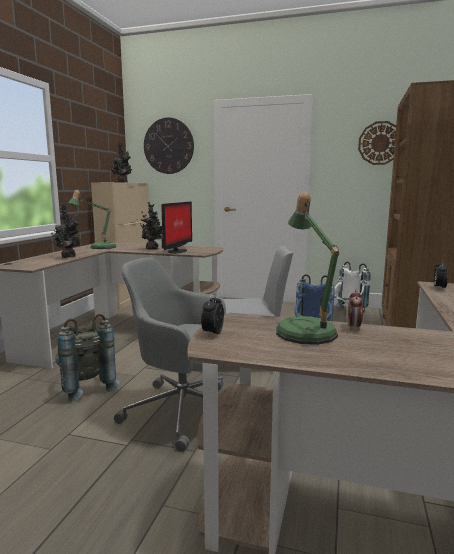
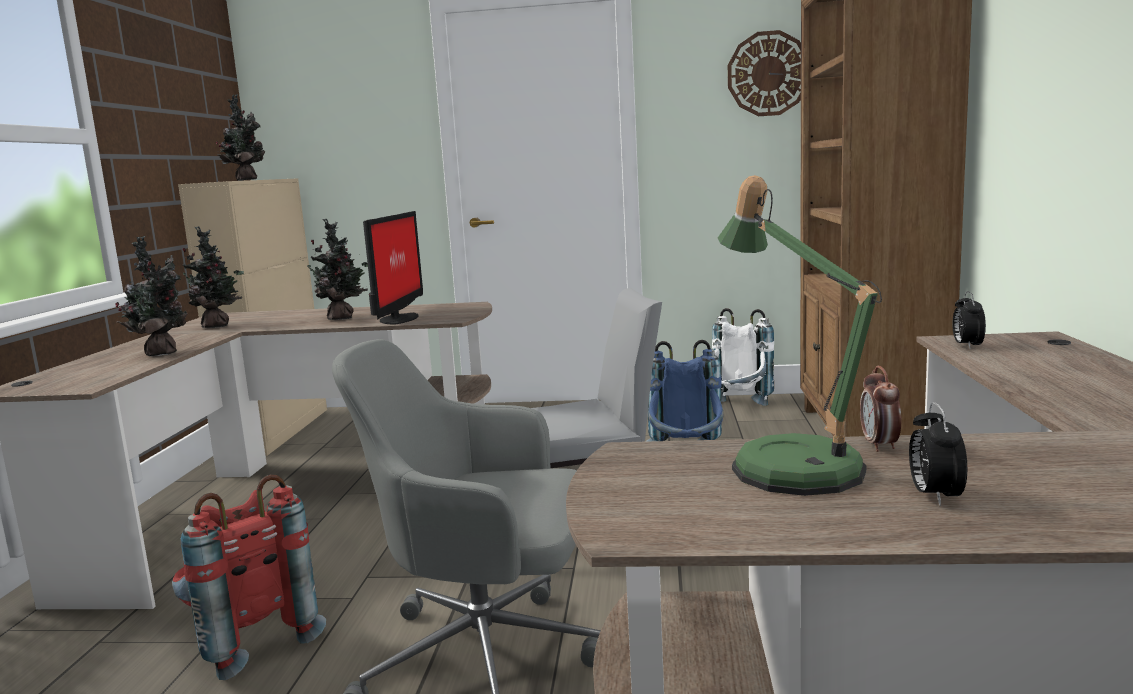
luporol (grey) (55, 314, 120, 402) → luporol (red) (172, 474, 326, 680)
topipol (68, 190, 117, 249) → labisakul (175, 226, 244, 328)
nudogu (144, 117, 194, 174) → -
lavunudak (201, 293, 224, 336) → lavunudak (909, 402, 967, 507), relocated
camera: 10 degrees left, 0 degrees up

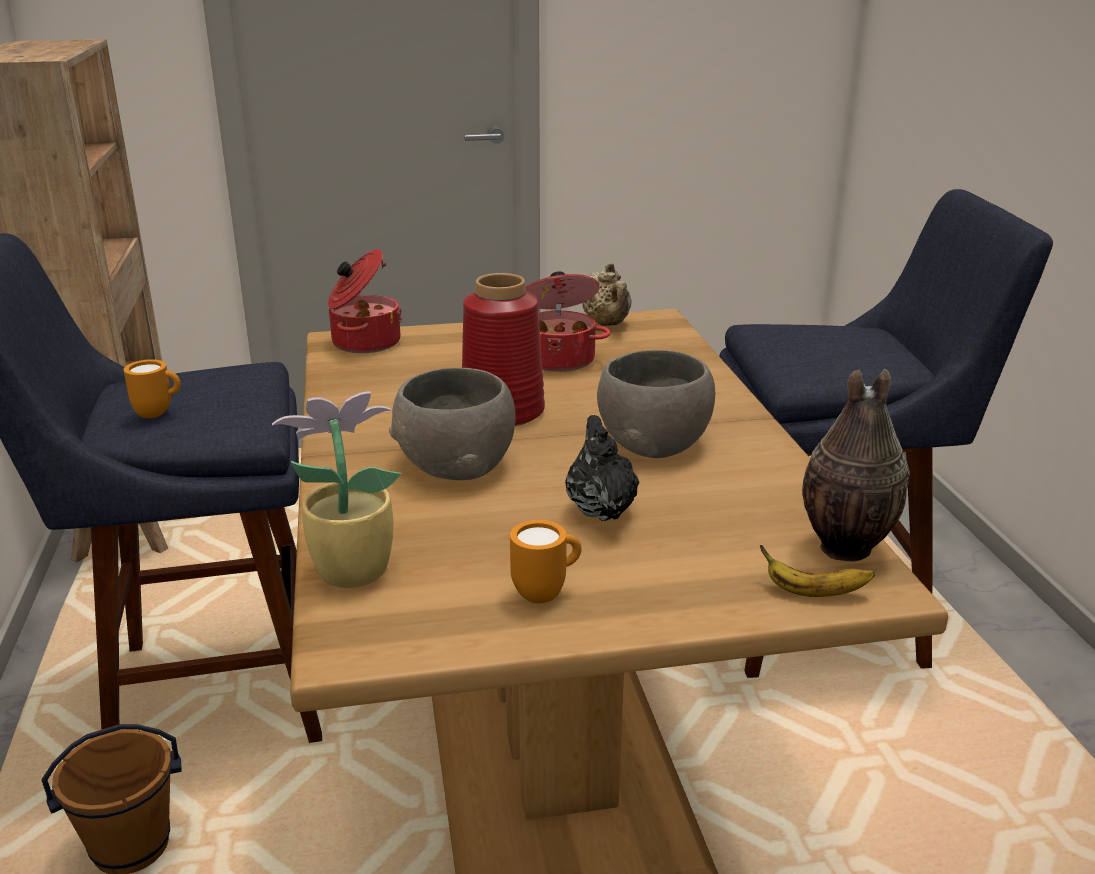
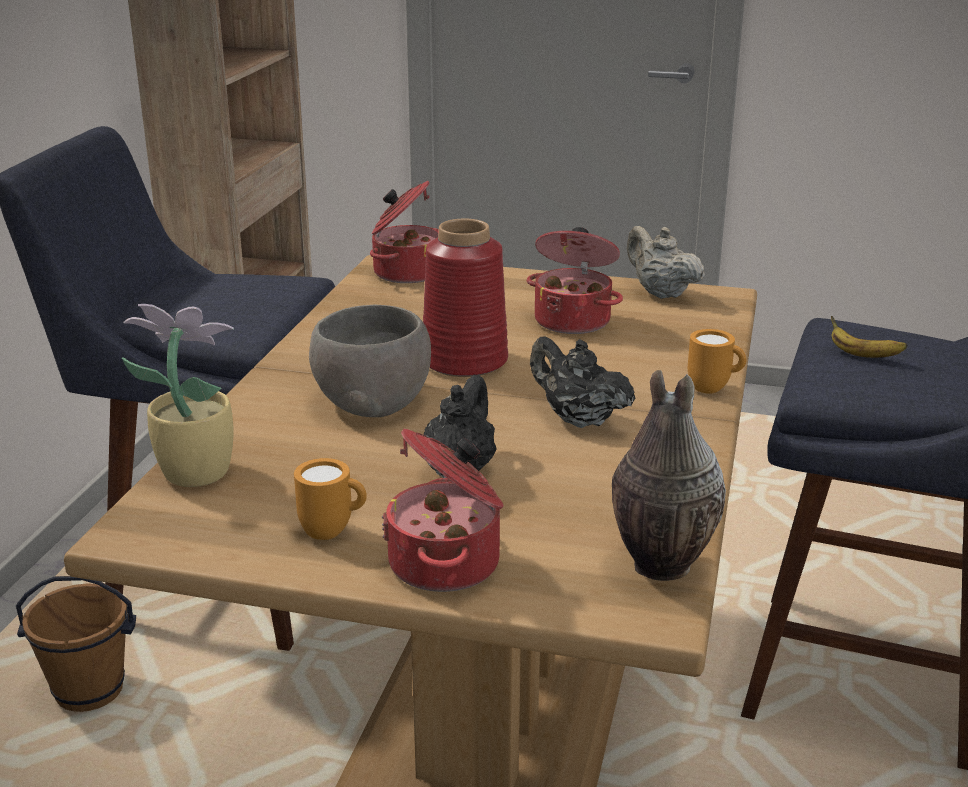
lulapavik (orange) (124, 359, 181, 418) → lulapavik (orange) (688, 329, 746, 394), relocated
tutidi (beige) (582, 263, 632, 326) → tutidi (beige) (627, 226, 705, 299), 135 degrees clockwise
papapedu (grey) (597, 350, 715, 458) → tutidi (black) (530, 337, 635, 428)
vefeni (760, 545, 875, 597) → vefeni (831, 316, 907, 358), relocated
- → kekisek (382, 429, 504, 592)
camera: 25 degrees right, 0 degrees up

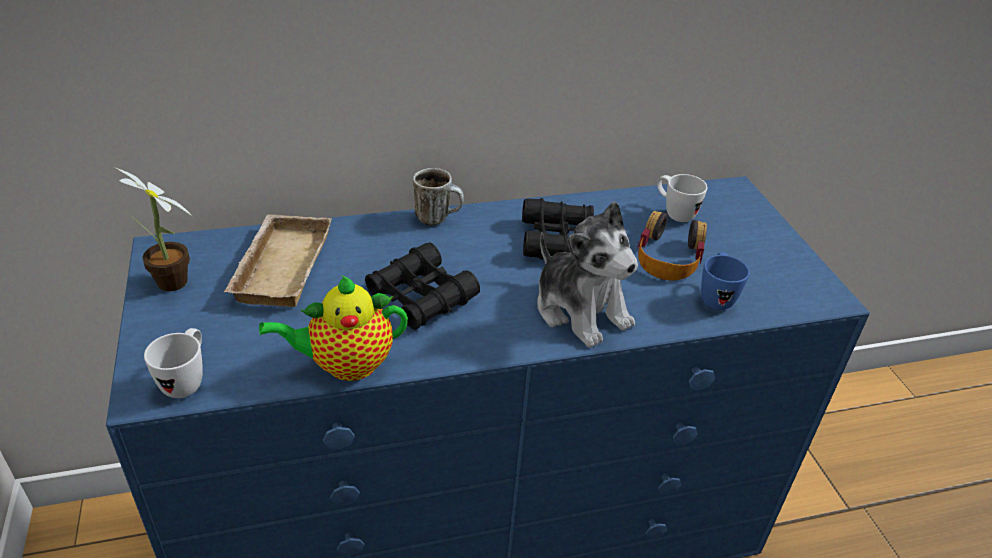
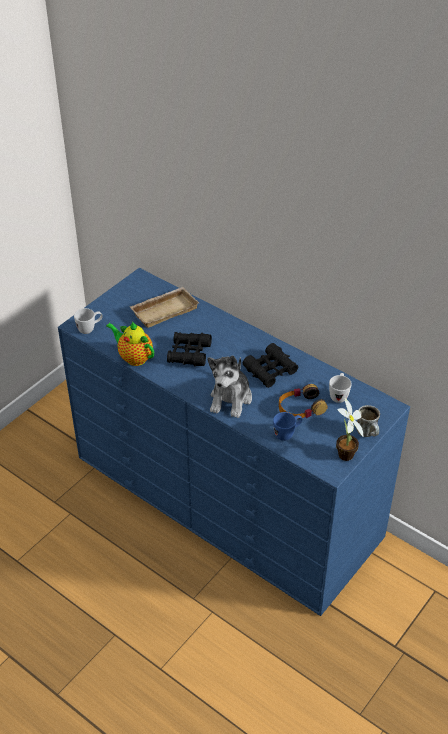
labisakul (114, 167, 192, 291) → labisakul (336, 398, 363, 461), relocated
lulapavik (413, 168, 464, 226) → lulapavik (356, 405, 380, 437), relocated
camera: 55 degrees right, 5 degrees up

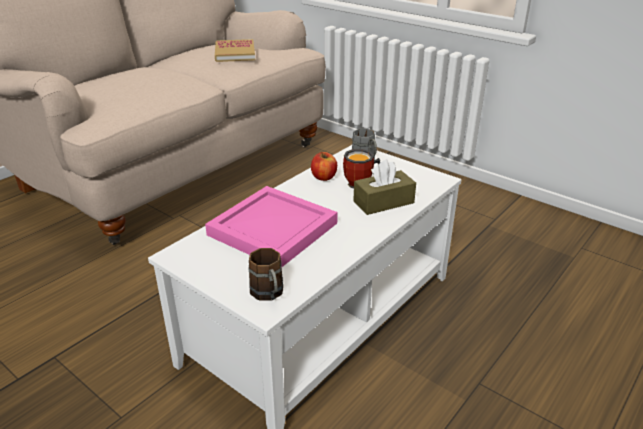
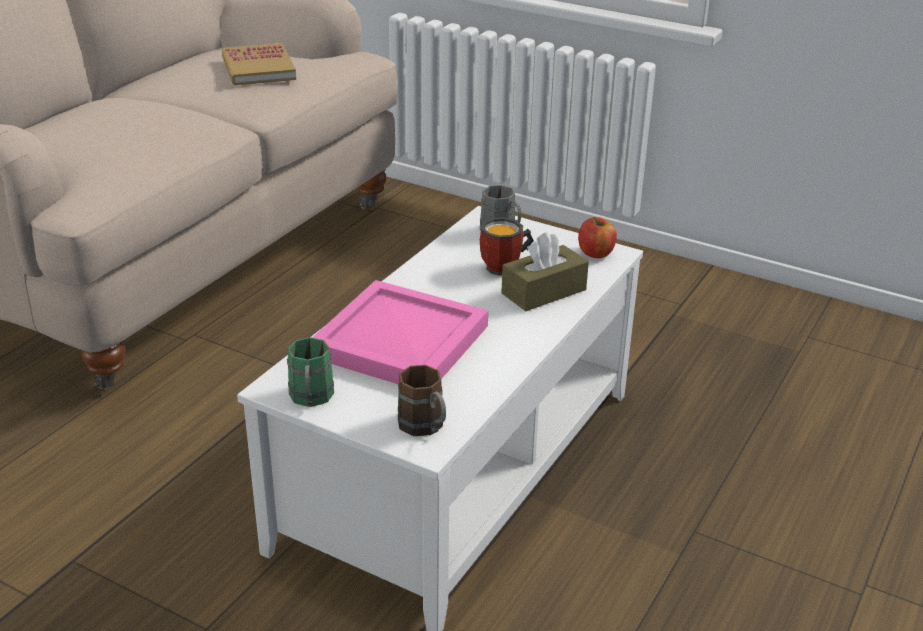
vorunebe (311, 152, 337, 181) → vorunebe (578, 217, 617, 258), relocated
- → lulapavik (green) (287, 337, 334, 407)
camera: 10 degrees left, 0 degrees up

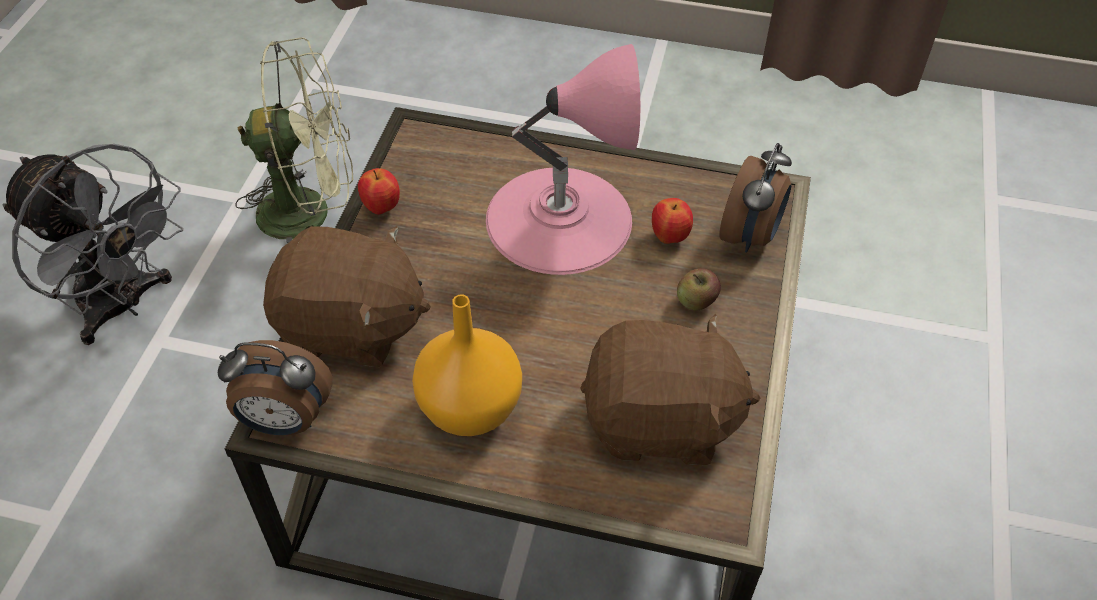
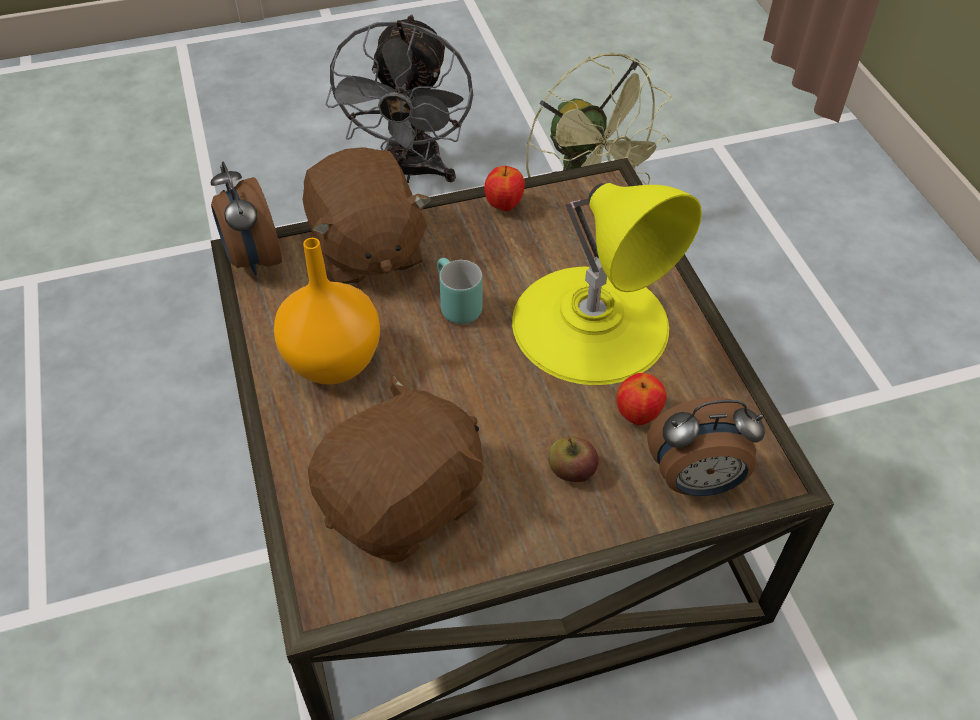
topipol (pink) (486, 44, 640, 275) → topipol (yellow) (512, 183, 702, 385)
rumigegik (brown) (580, 314, 760, 465) → rumigegik (brown) (308, 375, 484, 563), 105 degrees counterclockwise
- → lulapavik (turquoise) (437, 258, 483, 324)
camera: 60 degrees right, 0 degrees up

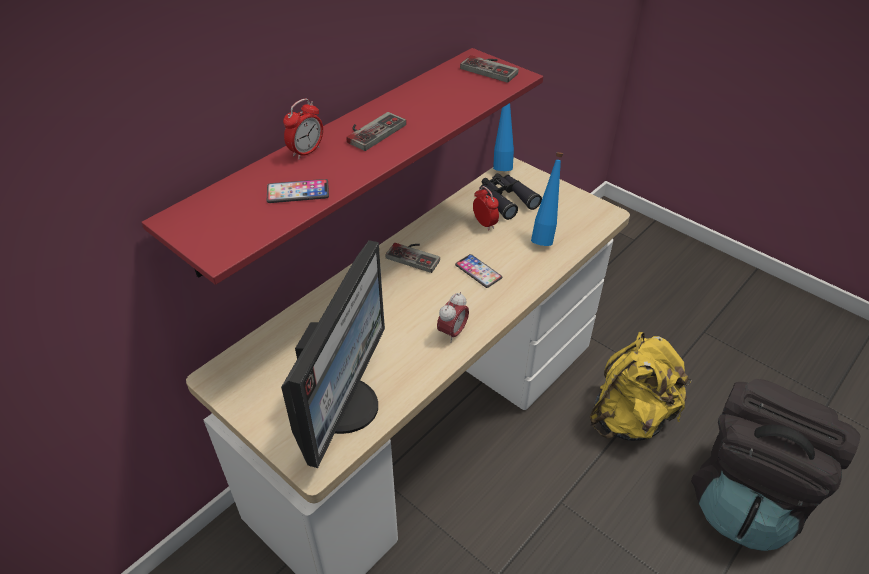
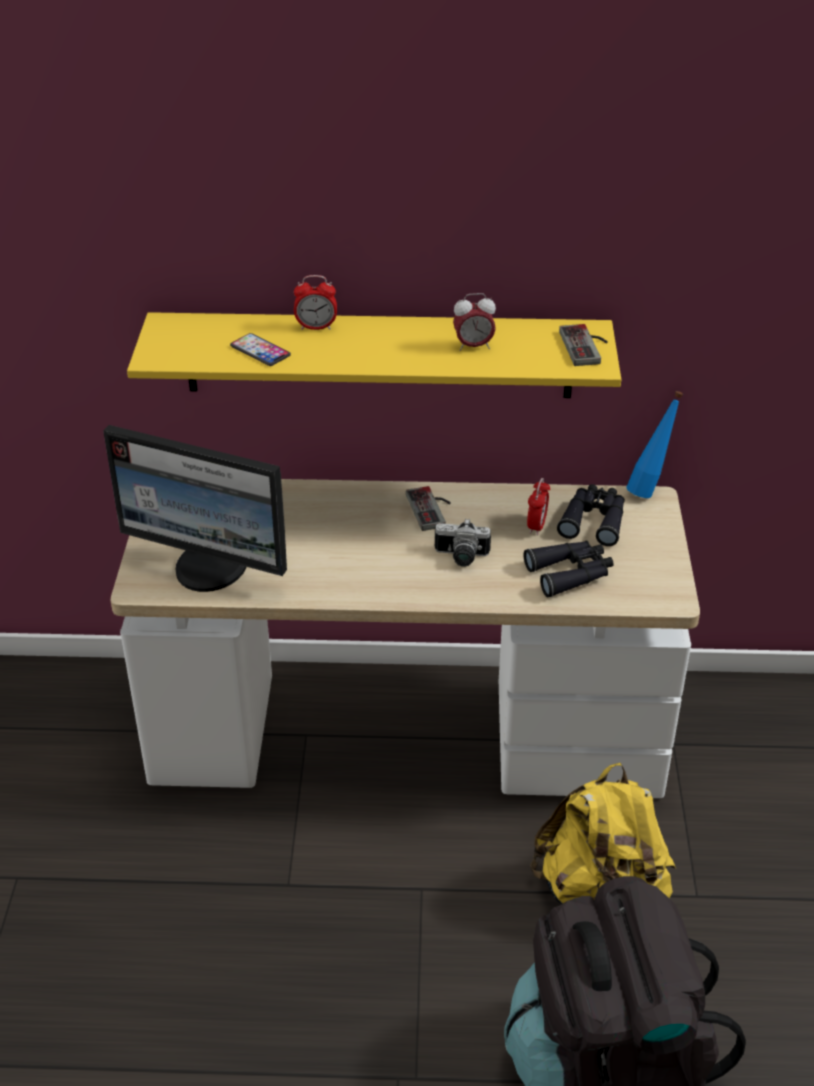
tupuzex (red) (141, 48, 543, 285) → tupuzex (yellow) (127, 312, 621, 398)
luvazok (281, 240, 385, 468) → luvazok (103, 425, 287, 592), 45 degrees clockwise
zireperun (346, 112, 406, 151) → -
lavunudak (437, 292, 469, 343) → lavunudak (453, 293, 496, 351), relocated
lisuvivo (455, 254, 502, 288) → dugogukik (435, 519, 491, 567)
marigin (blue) (531, 152, 563, 246) → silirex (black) (524, 540, 613, 597)
camera: 50 degrees right, 5 degrees down

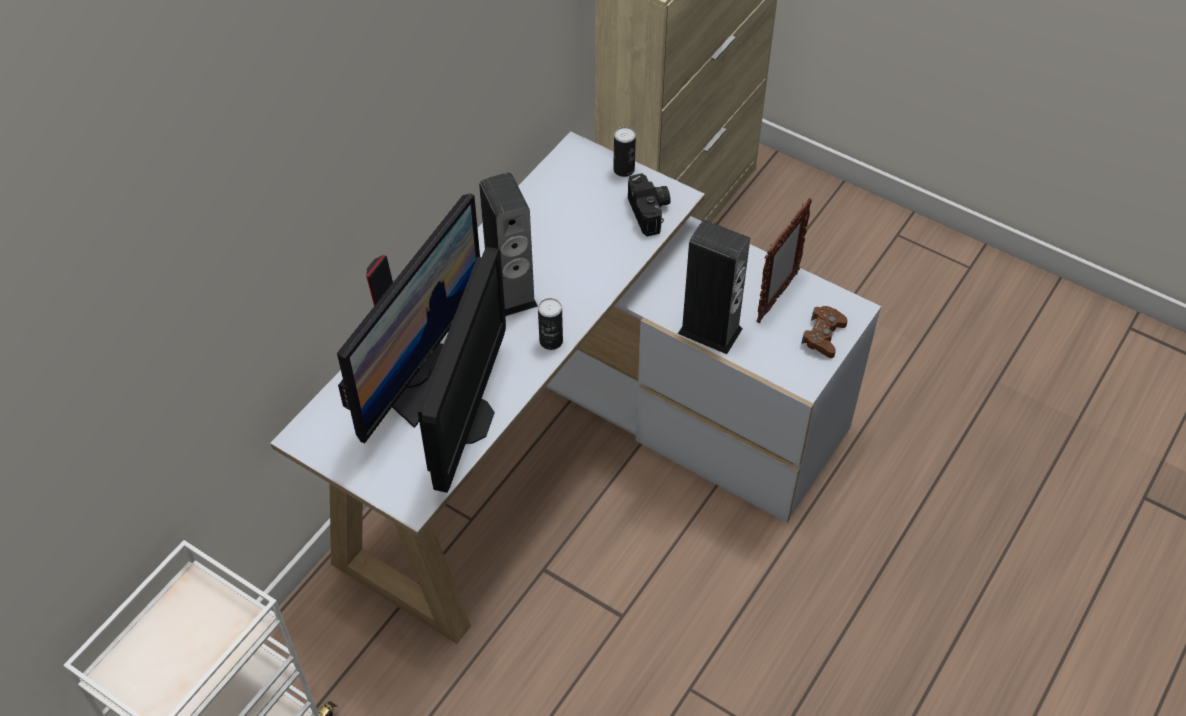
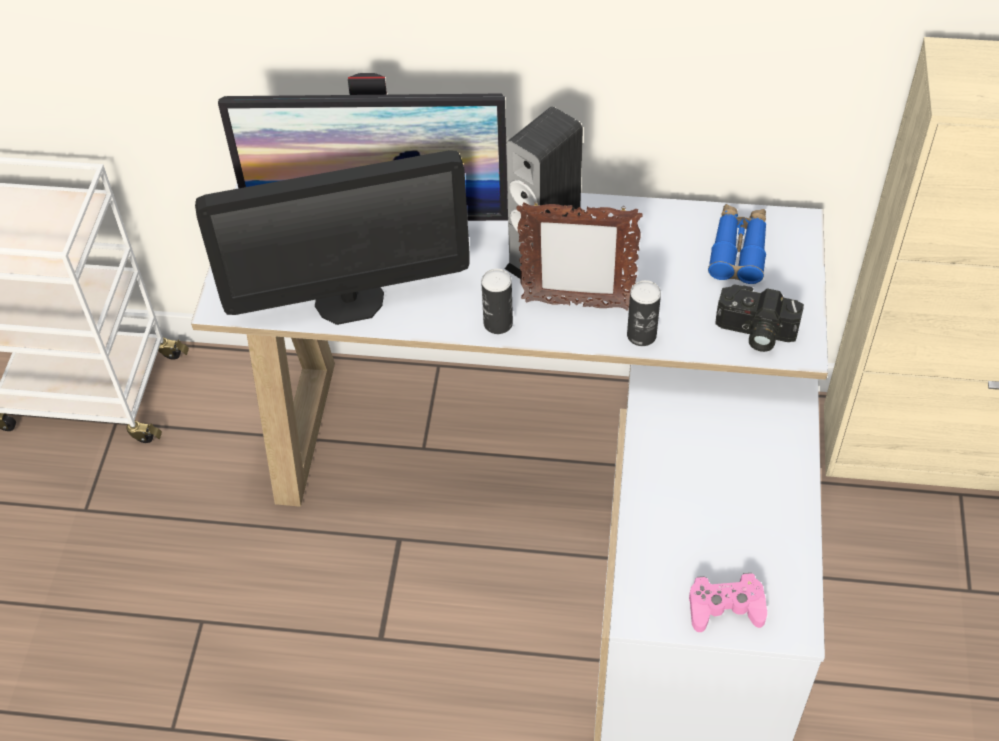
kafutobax (613, 127, 636, 177) → kafutobax (627, 280, 661, 346), relocated
dugogukik (628, 173, 671, 236) → dugogukik (715, 285, 804, 352), 60 degrees clockwise
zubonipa (678, 220, 750, 354) → -
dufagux (756, 198, 812, 323) → dufagux (516, 201, 643, 310), relocated
zireperun (brown) (801, 306, 848, 358) → zireperun (pink) (689, 573, 767, 632)
- → silirex (blue) (708, 204, 766, 284)
camera: 65 degrees right, 0 degrees up

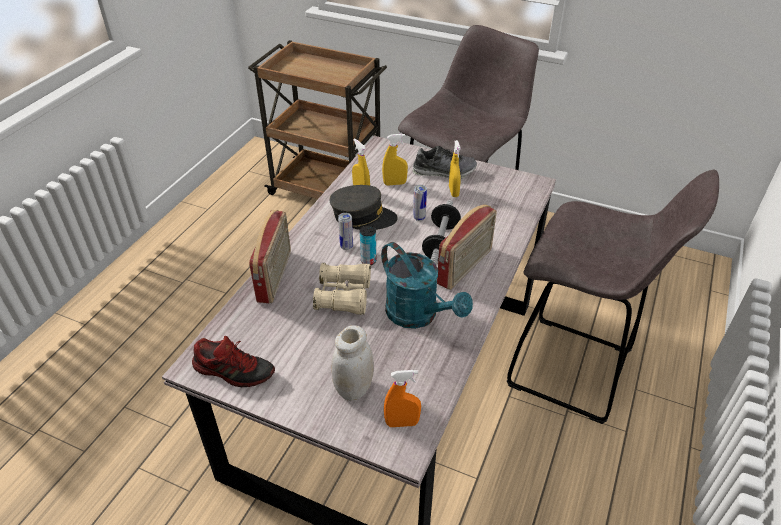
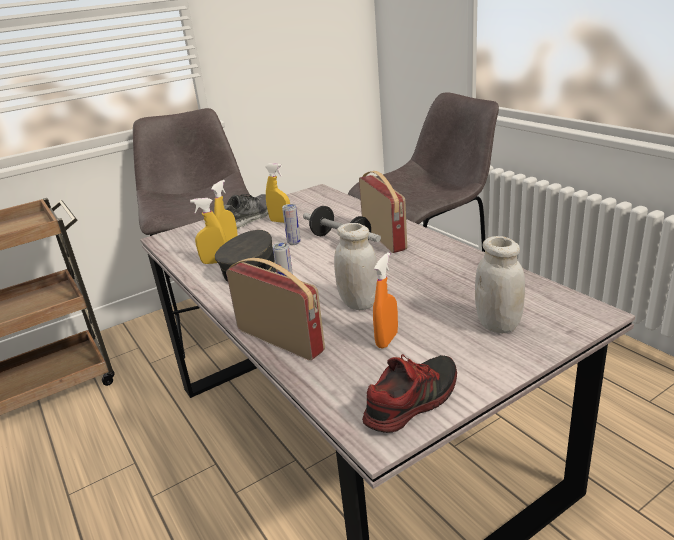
silirex (beige) (313, 263, 371, 315) → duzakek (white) (334, 223, 378, 310)
kafutobax (360, 225, 376, 265) → -
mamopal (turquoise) (381, 242, 473, 329) → -
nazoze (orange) (384, 370, 421, 427) → nazoze (orange) (373, 252, 398, 349), relocated
camera: 55 degrees left, 15 degrees down

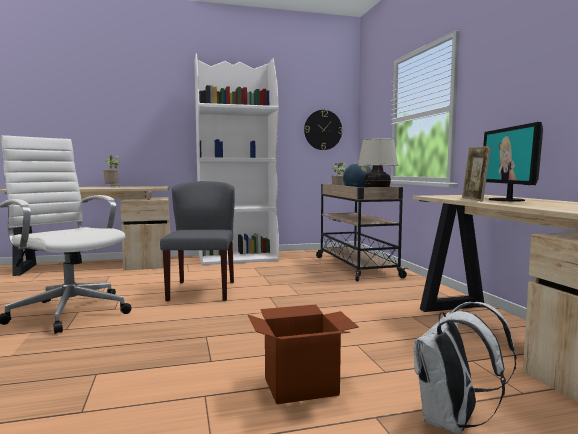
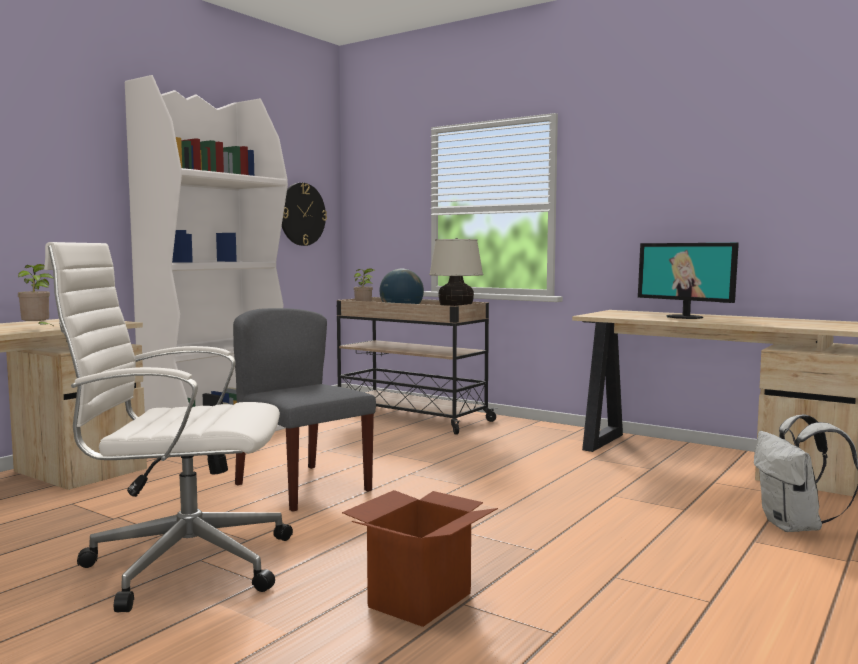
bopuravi (248, 305, 359, 404) → bopuravi (342, 490, 498, 627), relocated
dufagux (462, 146, 491, 202) → -
camera: 40 degrees left, 0 degrees up

